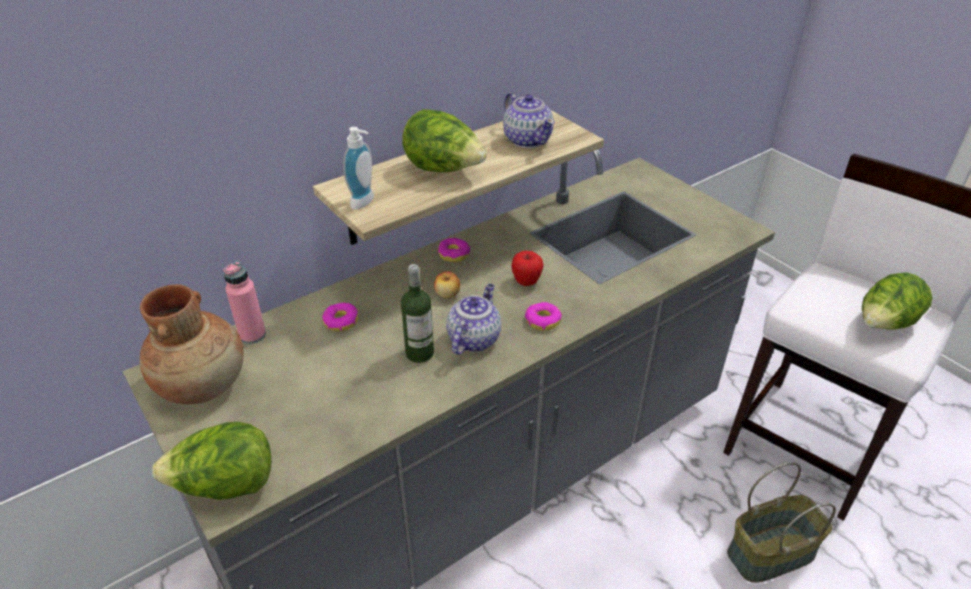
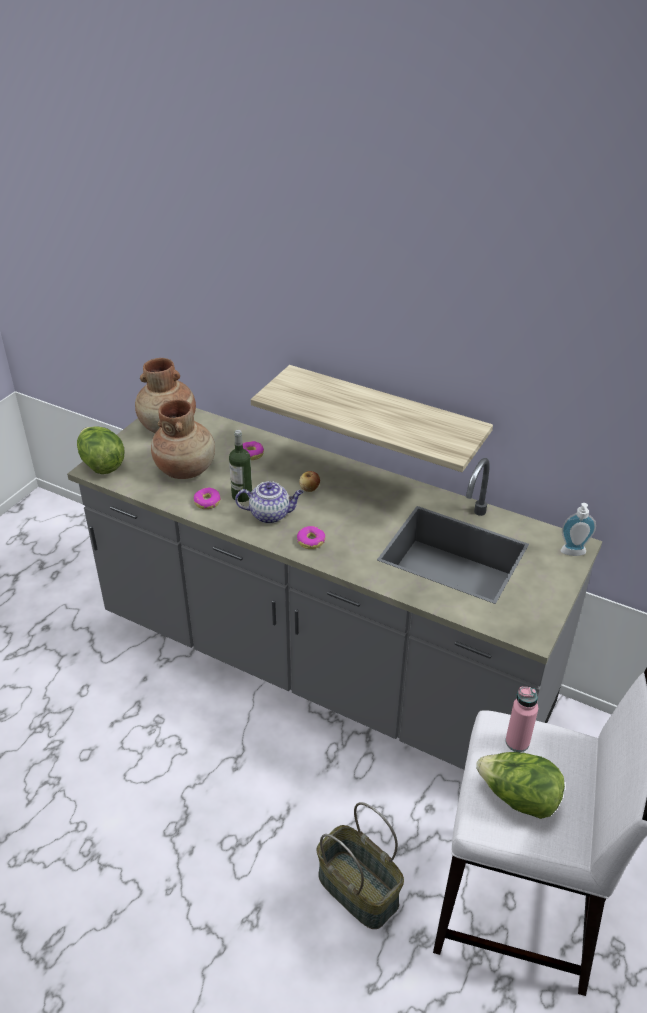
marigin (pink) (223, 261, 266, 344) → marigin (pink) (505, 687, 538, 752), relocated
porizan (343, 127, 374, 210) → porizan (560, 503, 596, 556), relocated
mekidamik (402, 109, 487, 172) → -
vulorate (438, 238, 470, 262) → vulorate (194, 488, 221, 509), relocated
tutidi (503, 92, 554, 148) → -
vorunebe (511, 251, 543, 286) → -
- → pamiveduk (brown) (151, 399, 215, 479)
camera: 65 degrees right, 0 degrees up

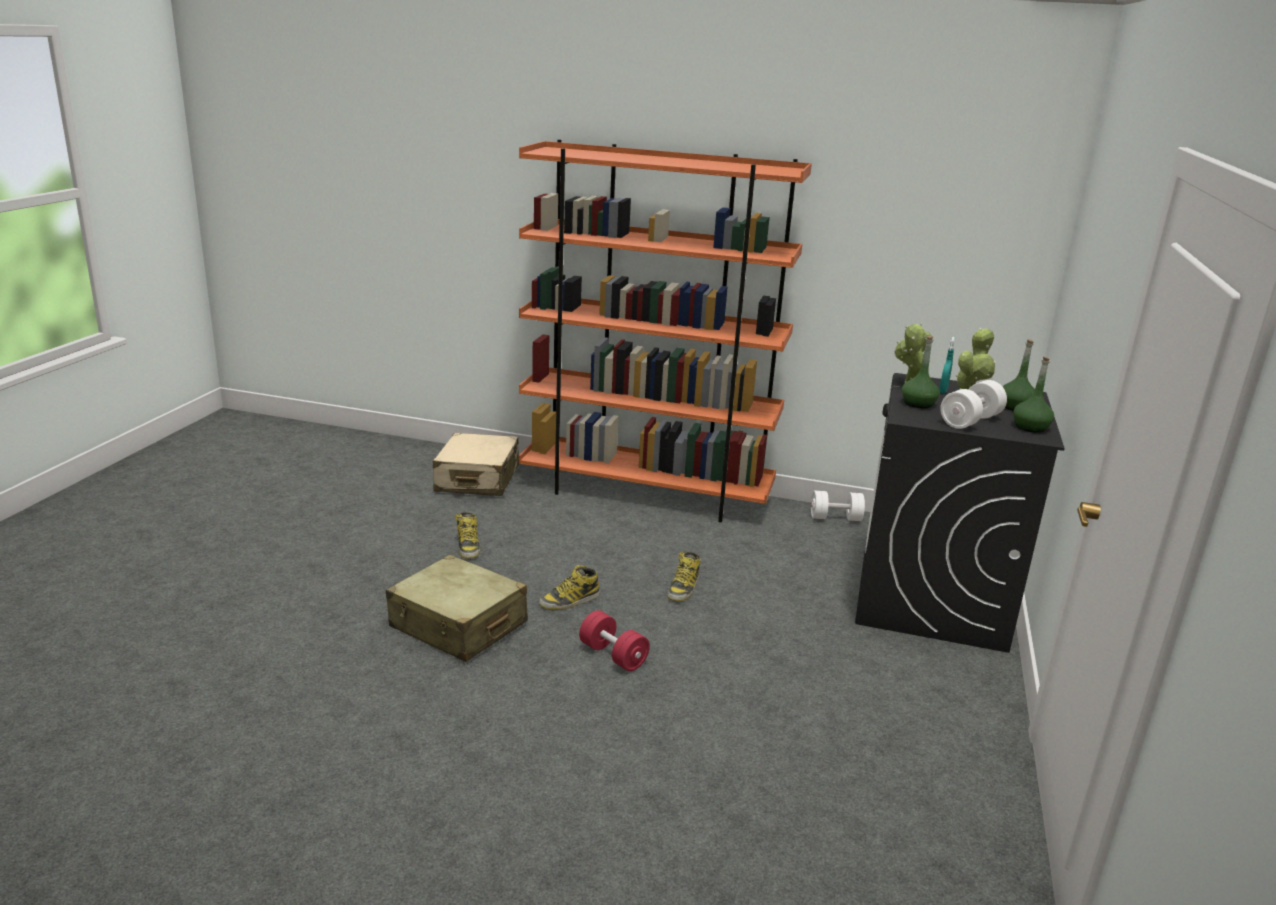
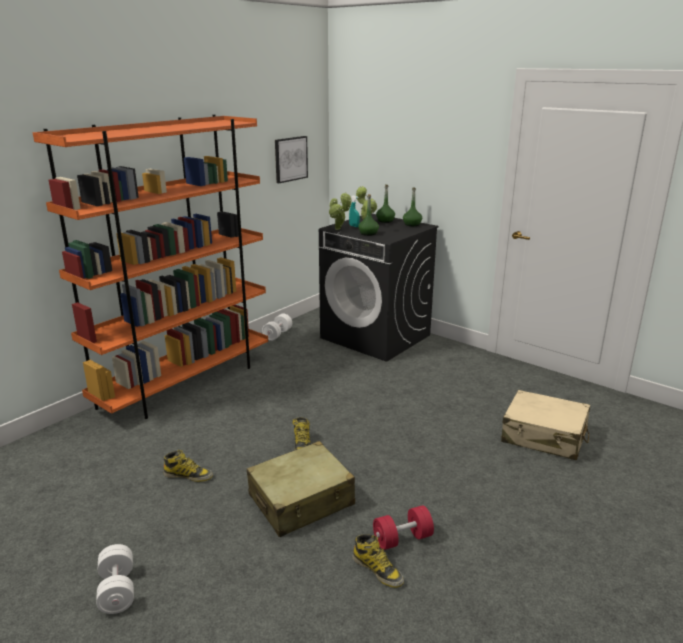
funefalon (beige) (433, 433, 519, 496) → funefalon (beige) (501, 390, 590, 460), relocated
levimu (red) (579, 610, 650, 671) → levimu (red) (373, 505, 434, 550), relocated
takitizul (667, 552, 701, 601) → takitizul (352, 534, 404, 588), relocated
levimu (white) (940, 380, 1007, 429) → levimu (white) (96, 544, 134, 614), relocated
- → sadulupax (275, 136, 308, 183)
camera: 65 degrees left, 0 degrees up

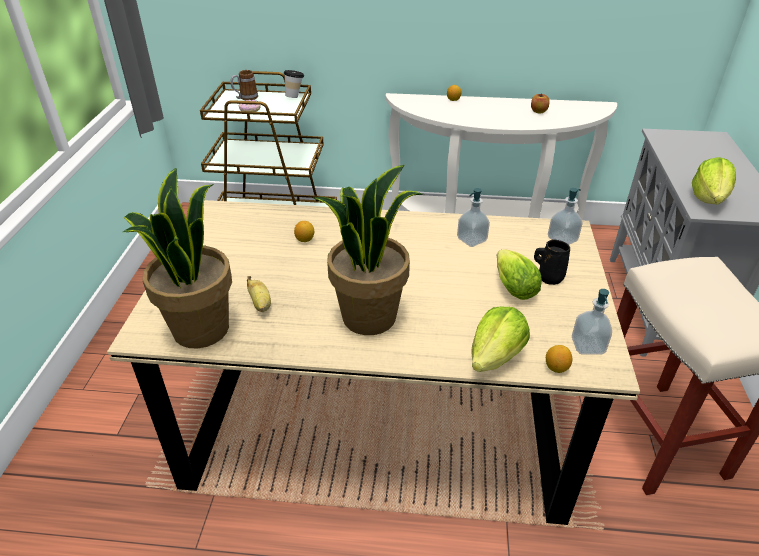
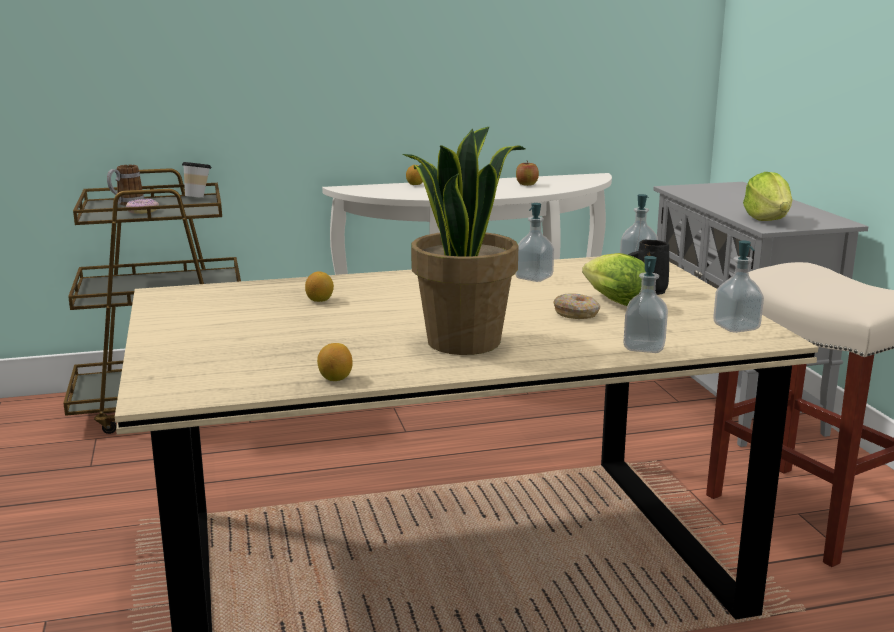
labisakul (123, 168, 232, 349) → -
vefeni (247, 276, 271, 312) → -
mekidamik (472, 307, 530, 372) → porizan (623, 256, 668, 353)
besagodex (546, 345, 572, 373) → besagodex (317, 343, 352, 381), relocated
- → vulorate (554, 293, 600, 319)
camera: 20 degrees left, 20 degrees down

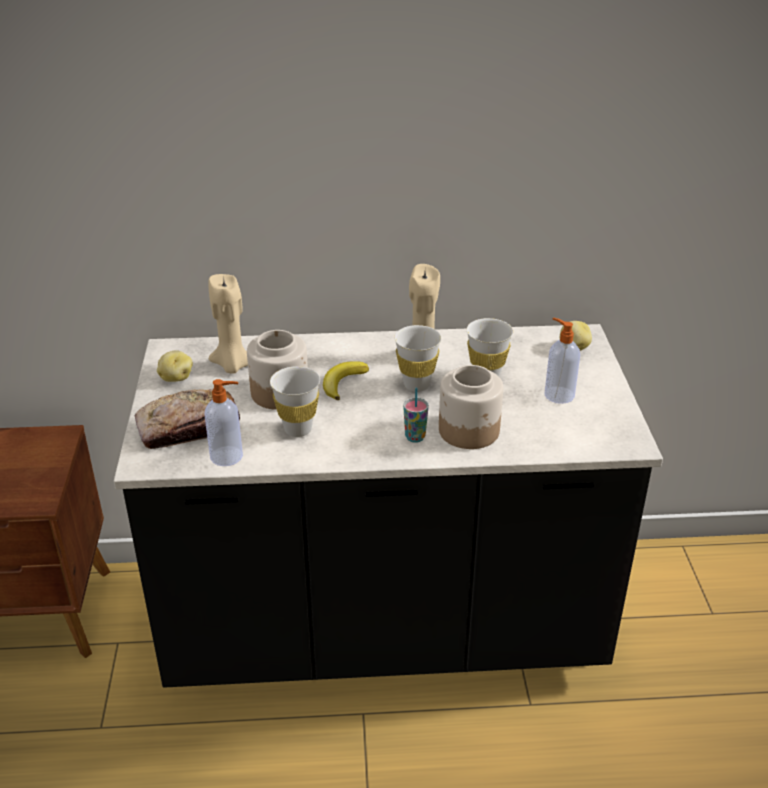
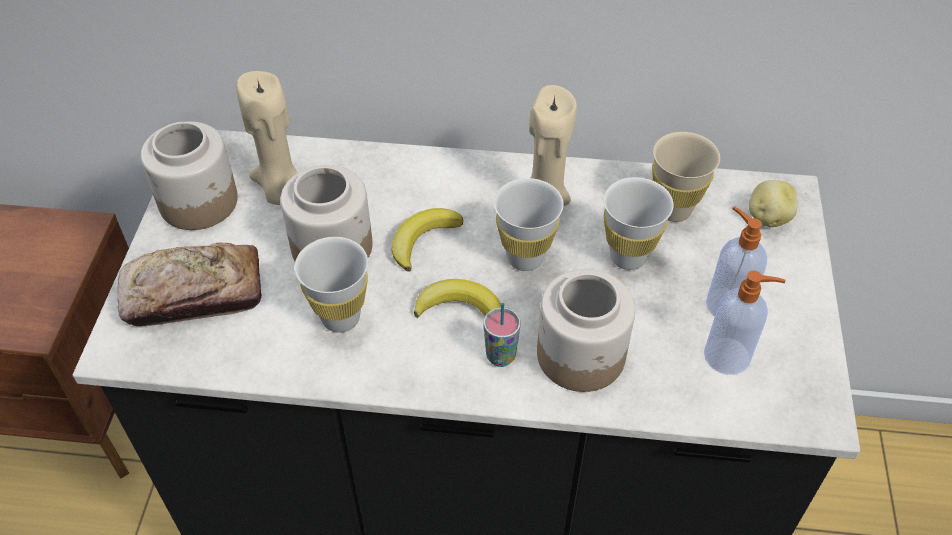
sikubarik (157, 350, 193, 382) → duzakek (141, 121, 238, 230)
porizan (204, 379, 243, 466) → porizan (704, 270, 786, 375), relocated
- → vefeni (414, 279, 501, 318)
- → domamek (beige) (652, 132, 720, 222)
camera: 10 degrees right, 15 degrees up

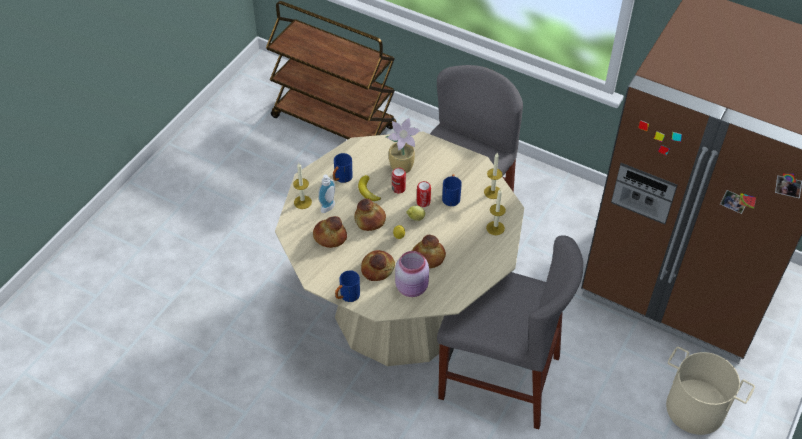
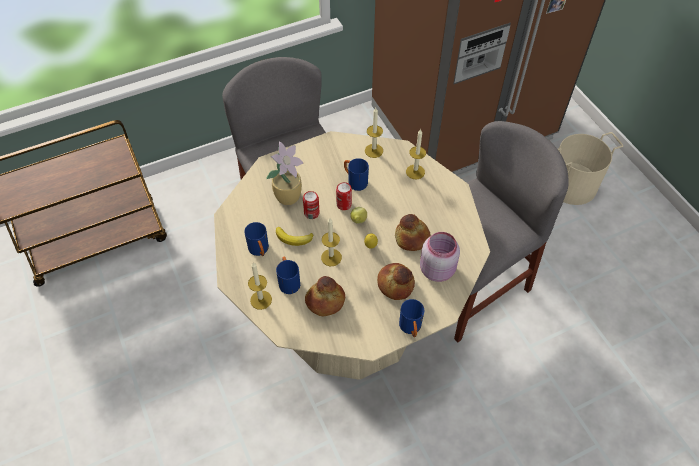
porizan (318, 174, 335, 213) → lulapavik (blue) (276, 257, 300, 294)
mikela (354, 199, 386, 231) → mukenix (321, 218, 342, 266)
camera: 55 degrees left, 5 degrees up

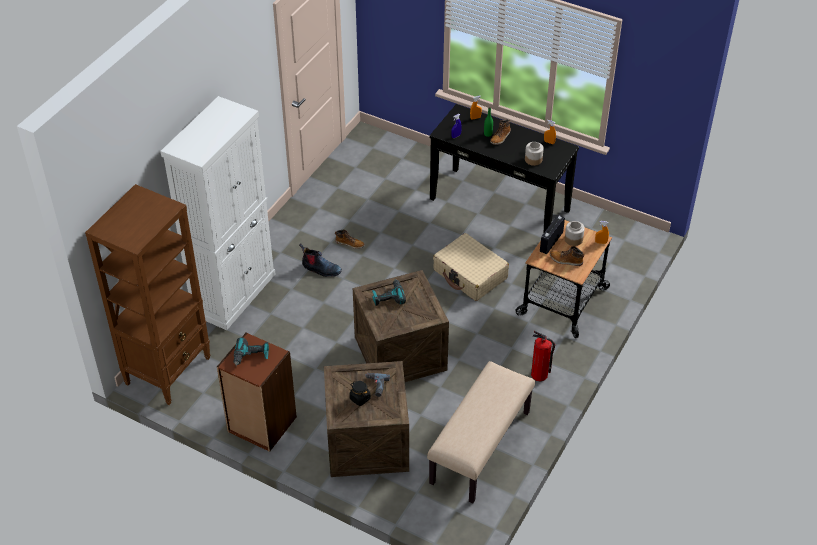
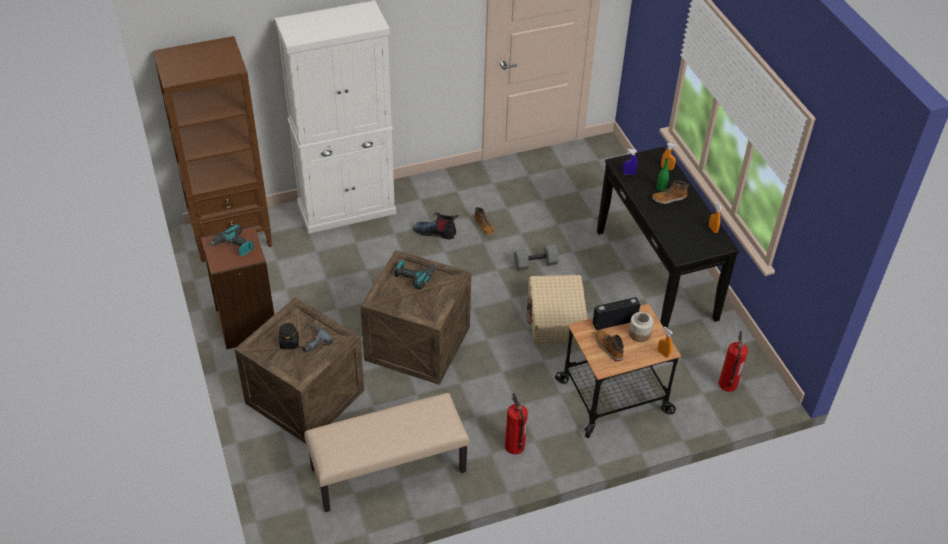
takitizul (299, 243, 342, 277) → takitizul (413, 212, 459, 239), 135 degrees clockwise
duzakek (525, 142, 544, 166) → -
- → levimu (grey) (514, 244, 559, 271)
- → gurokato (719, 331, 748, 392)
camera: 40 degrees right, 0 degrees up

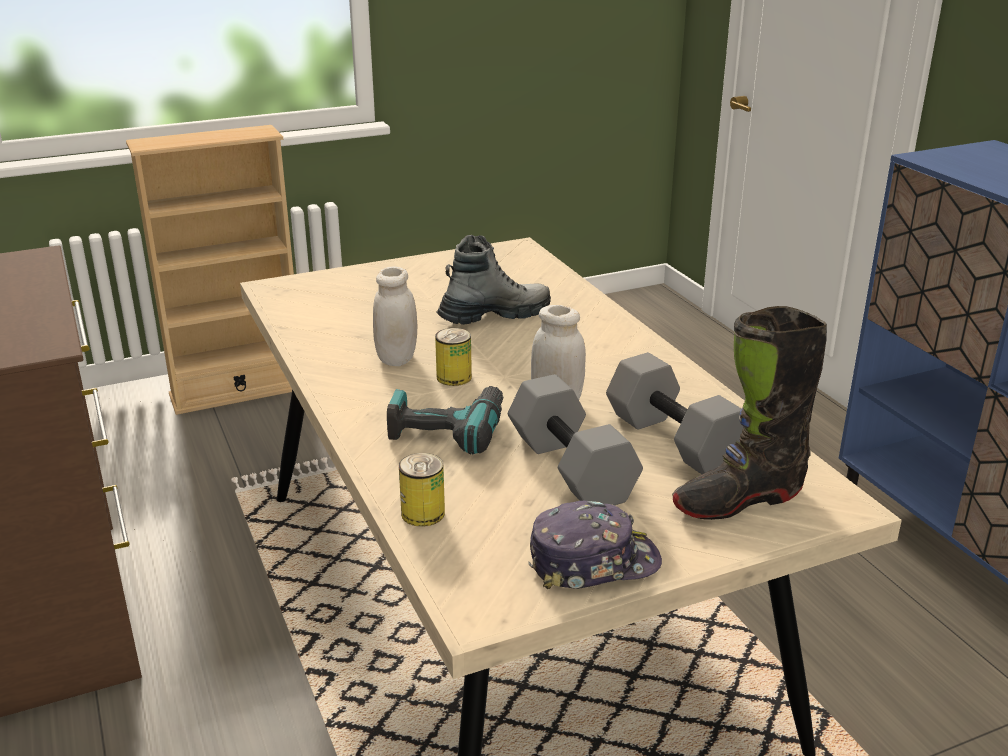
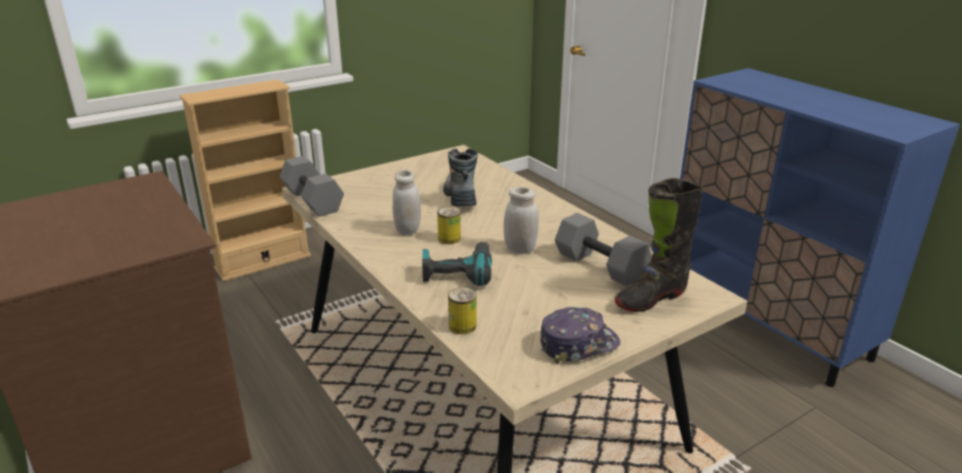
takitizul (436, 235, 551, 325) → takitizul (443, 148, 478, 207), 60 degrees counterclockwise
levimu (grey) (508, 374, 643, 505) → levimu (grey) (280, 156, 344, 217), relocated
camera: 10 degrees left, 0 degrees up

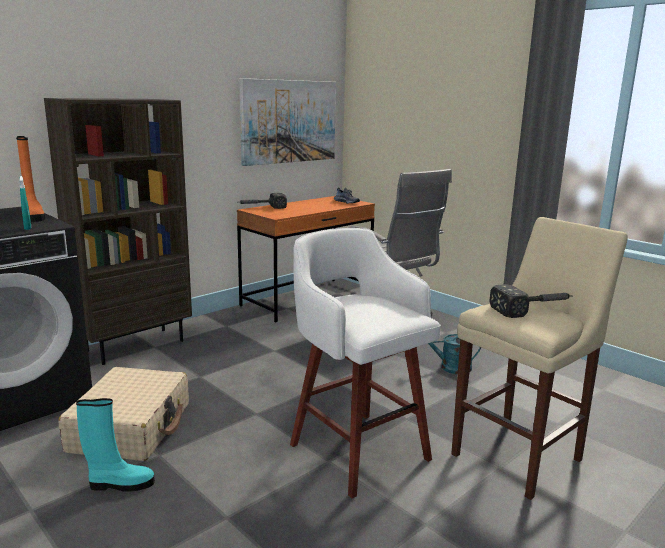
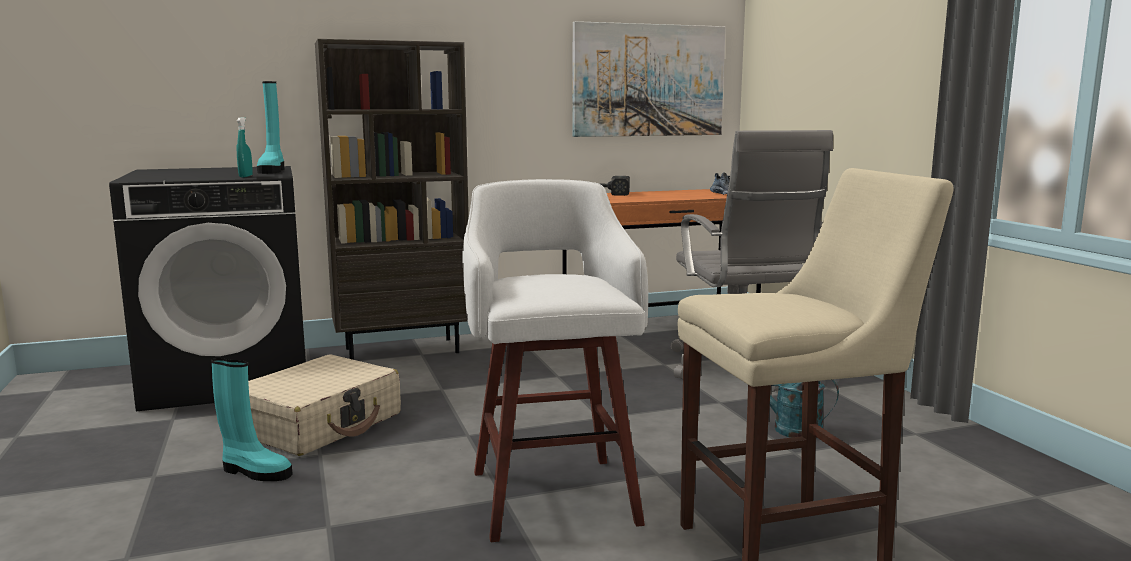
takitizul (orange) (16, 136, 45, 222) → takitizul (turquoise) (257, 81, 284, 174)
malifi (489, 284, 572, 318) → -
camera: 25 degrees right, 5 degrees down

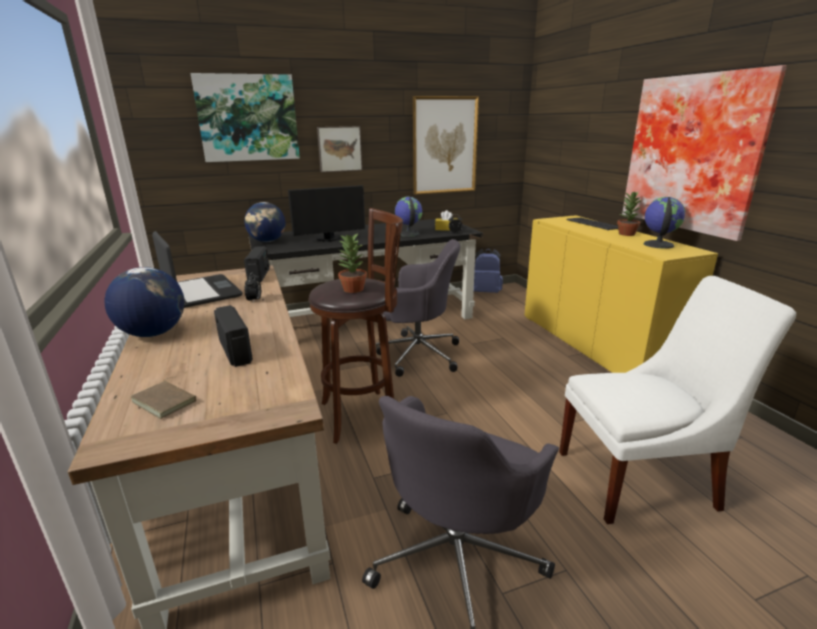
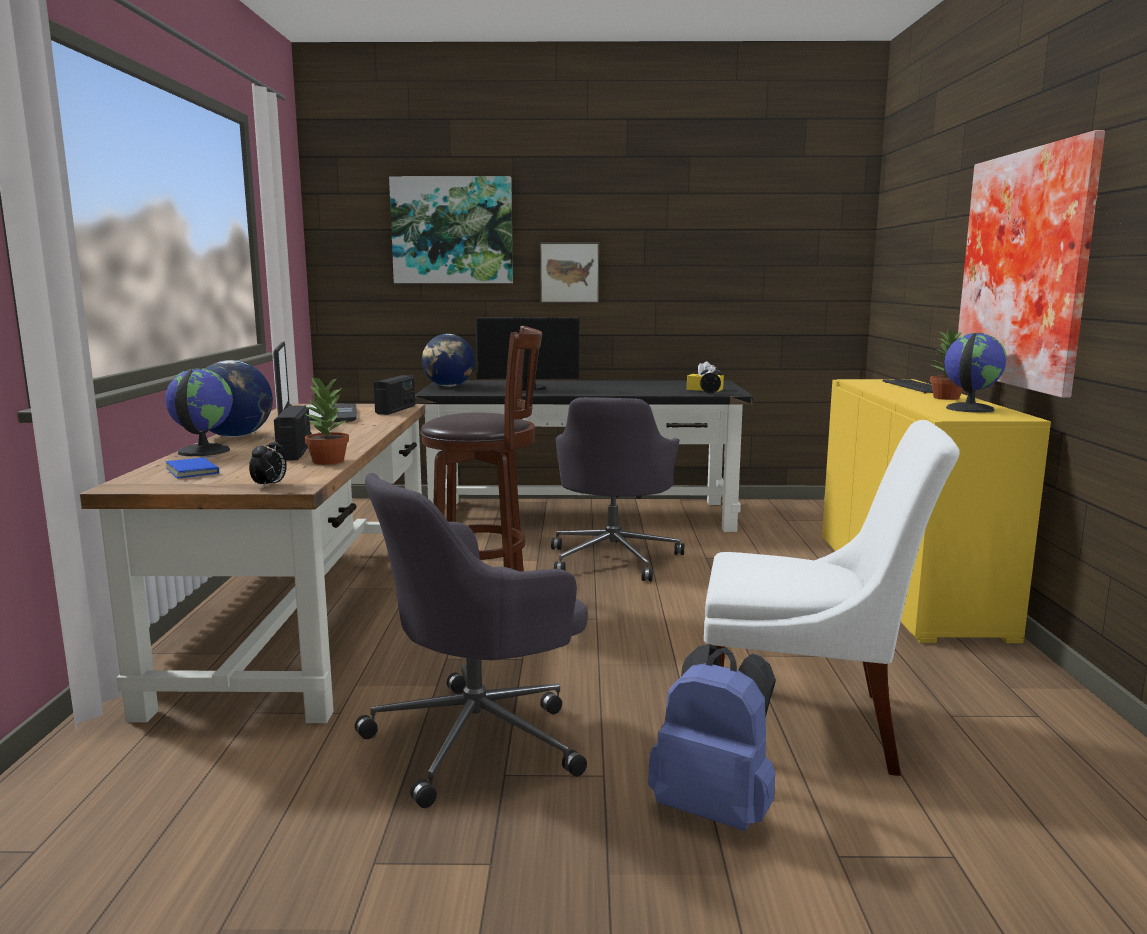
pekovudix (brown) (130, 377, 196, 419) → pekovudix (blue) (166, 456, 219, 479)
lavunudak (245, 272, 261, 303) → lavunudak (249, 437, 287, 489), relocated
labisakul (337, 234, 367, 293) → labisakul (305, 376, 349, 465), relocated
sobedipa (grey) (376, 239, 460, 377) → sobedipa (grey) (551, 397, 684, 581), 75 degrees clockwise
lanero (395, 197, 422, 237) → lanero (165, 369, 233, 456), relocated
sadulupax (413, 96, 479, 195) → -
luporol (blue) (474, 248, 503, 293) → luporol (blue) (648, 644, 776, 831), relocated
camera: 20 degrees right, 10 degrees down

